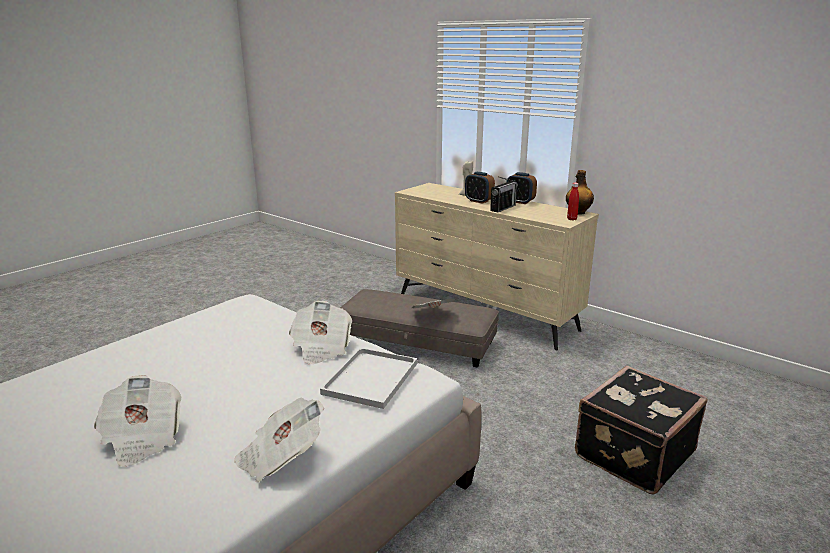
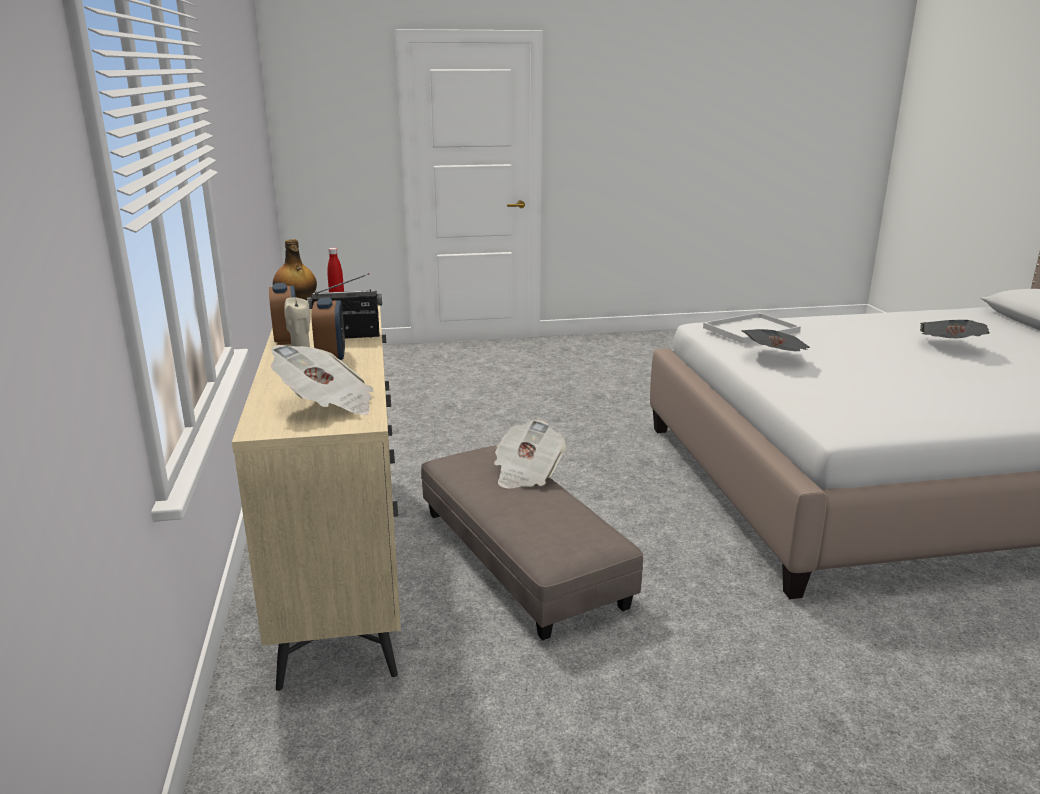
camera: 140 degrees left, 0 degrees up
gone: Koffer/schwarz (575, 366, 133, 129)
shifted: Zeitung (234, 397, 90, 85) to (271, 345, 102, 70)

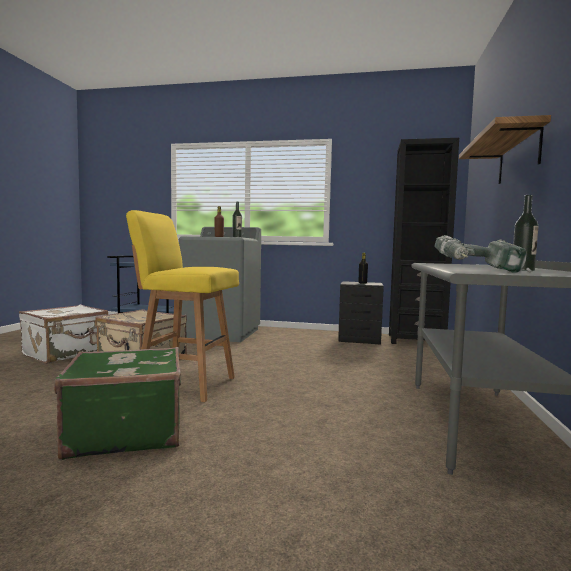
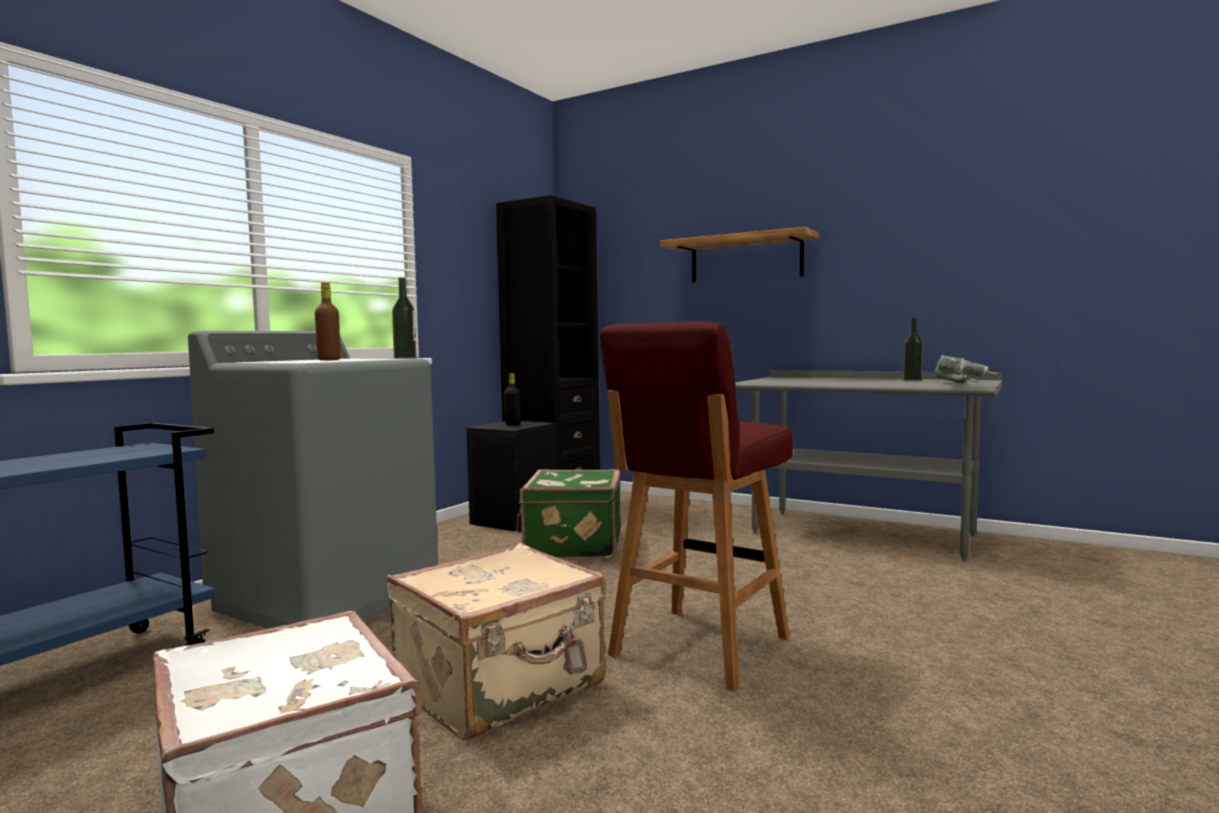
camera: 70 degrees left, 0 degrees up
shifted: Koffer/grün (54, 347, 127, 113) to (517, 469, 104, 91)
repainted: Hocker/gelb (126, 210, 113, 192) to Hocker/rot (599, 321, 194, 371)

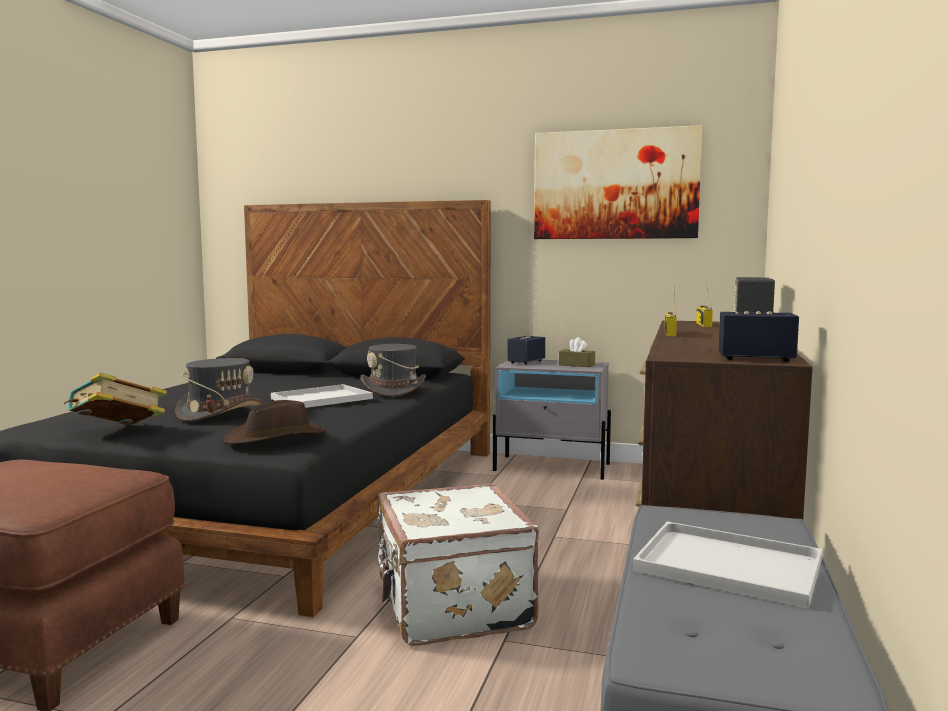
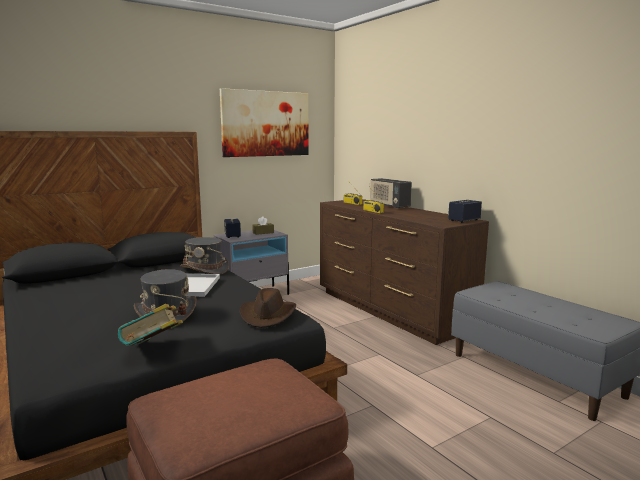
camera: 50 degrees left, 5 degrees up
gone: Koffer/weiß (375, 484, 164, 162); Tablett/weiß (633, 521, 189, 88)

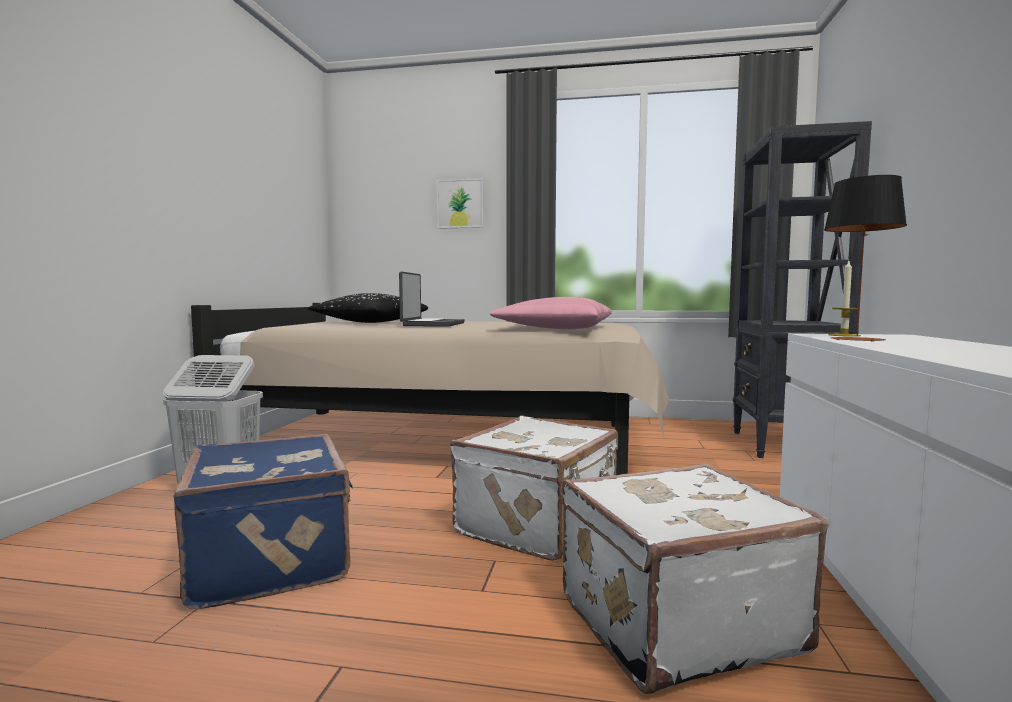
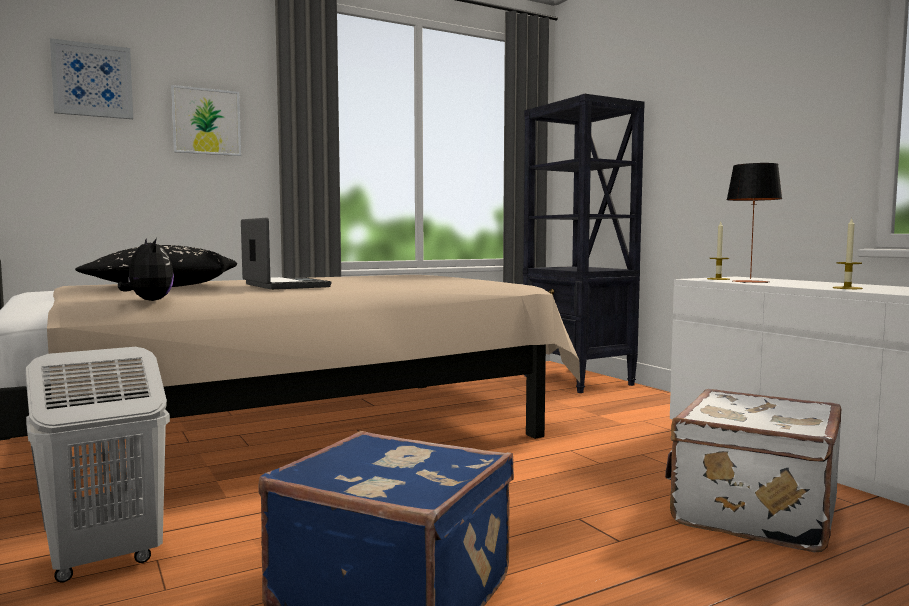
camera: 40 degrees left, 0 degrees up
gone: Koffer/weiß (450, 416, 168, 145); Kissen/rosa (490, 297, 122, 32)
new: Bild (50, 38, 83, 81); Plüschtier (118, 238, 56, 63); Kerze (833, 218, 30, 71)

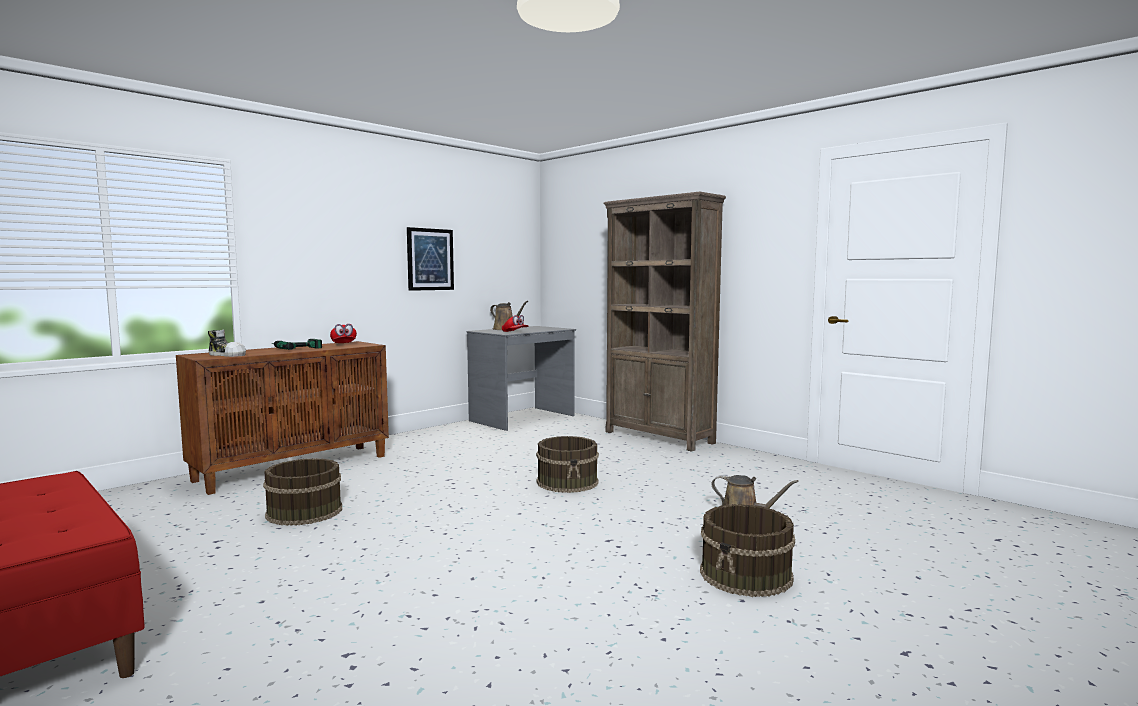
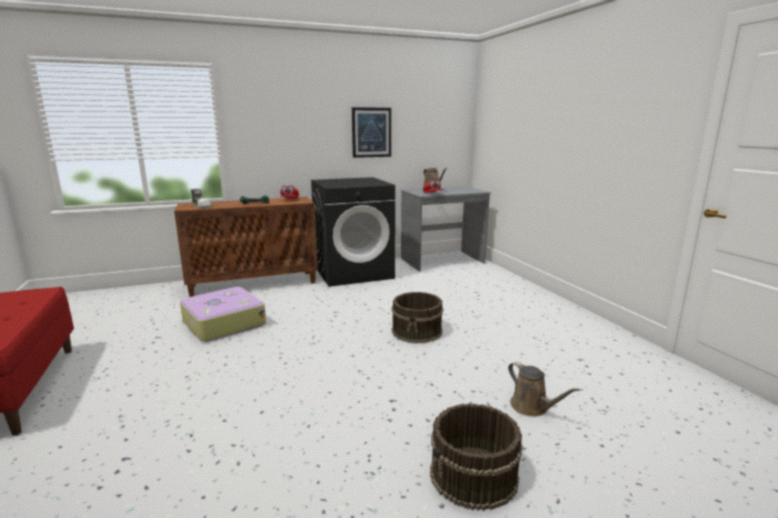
camera: 25 degrees right, 10 degrees up
gone: Bücherregal/braun (603, 192, 123, 260)
new: Waschmaschine/schwarz (311, 177, 84, 110)
swapped: Eimer/braun (263, 458, 79, 68) to Koffer (180, 287, 86, 55)

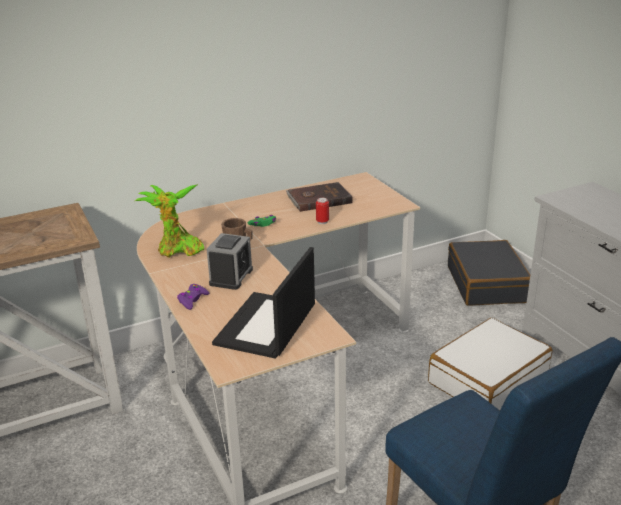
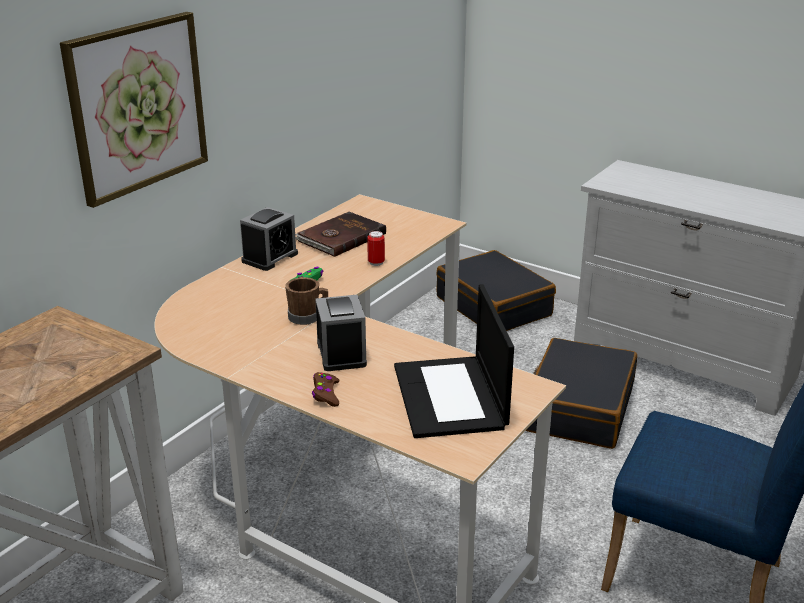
camera: 30 degrees left, 0 degrees up
gone: Topfpflanze (135, 184, 69, 74)
new: Bild (60, 12, 148, 196); Wecker (240, 207, 58, 64)
repainted: Gamepad/lila (177, 284, 32, 26) to Gamepad/braun (312, 372, 28, 35); Koffer/weiß (428, 318, 124, 92) to Koffer/schwarz (526, 338, 111, 111)

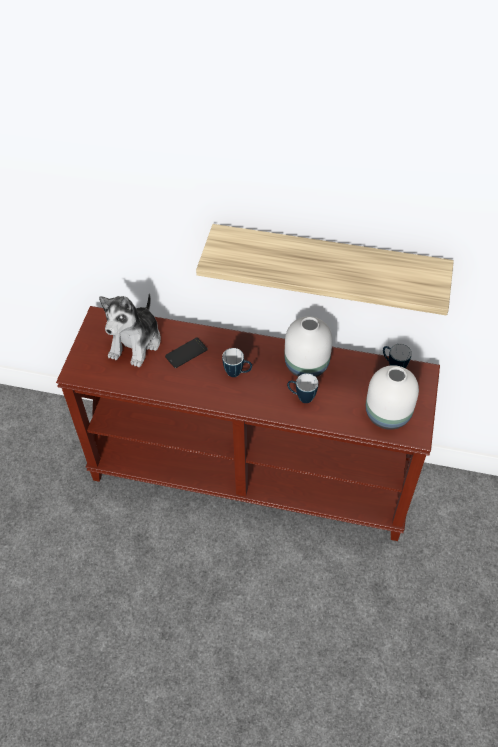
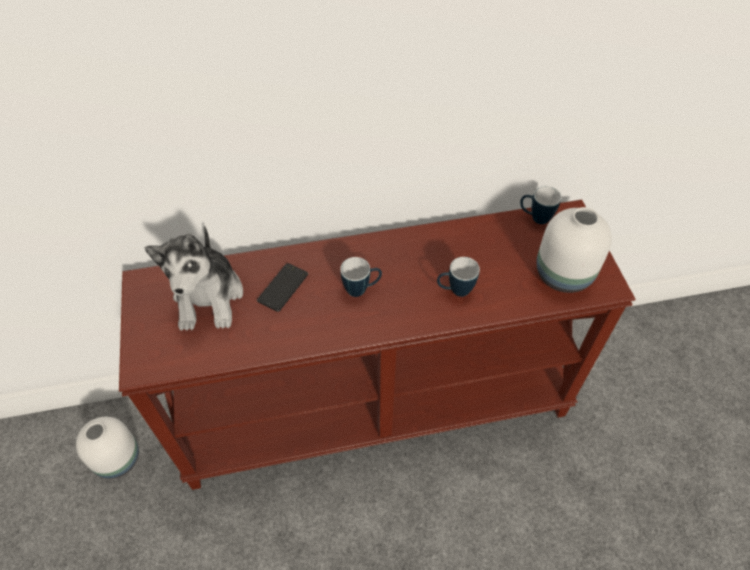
camera: 25 degrees left, 0 degrees up
gone: Wandregal (196, 224, 258, 91)
shifted: Vase/weiß (285, 317, 48, 60) to (76, 417, 63, 62)

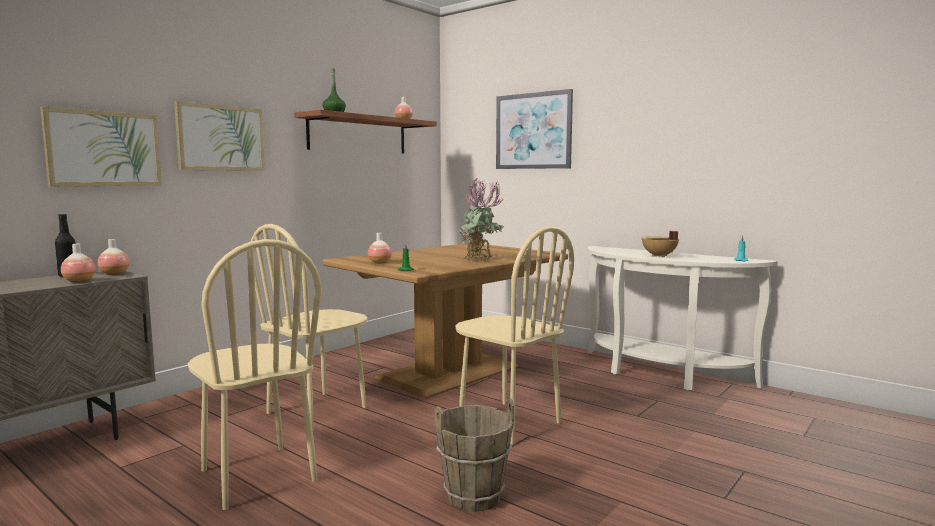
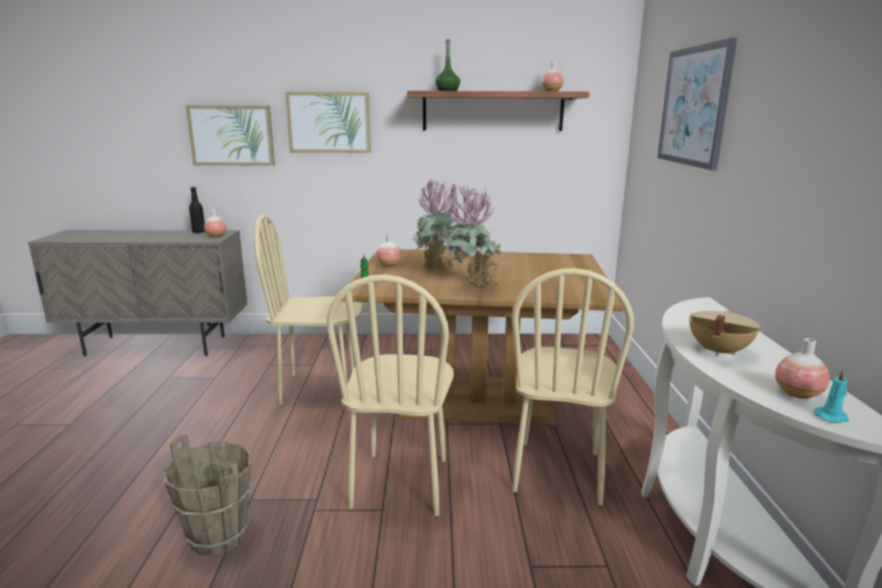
camera: 50 degrees right, 10 degrees up
new: Topfpflanze (412, 179, 51, 92)
shifted: Vase (61, 244, 35, 39) to (775, 338, 54, 61); Stuhl/beige (188, 239, 134, 271) to (512, 268, 122, 237)

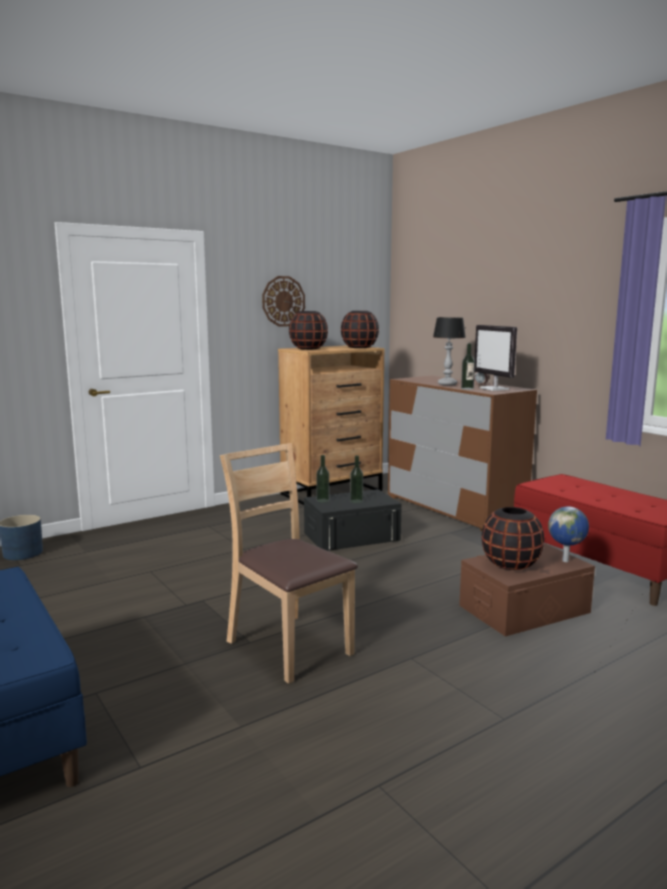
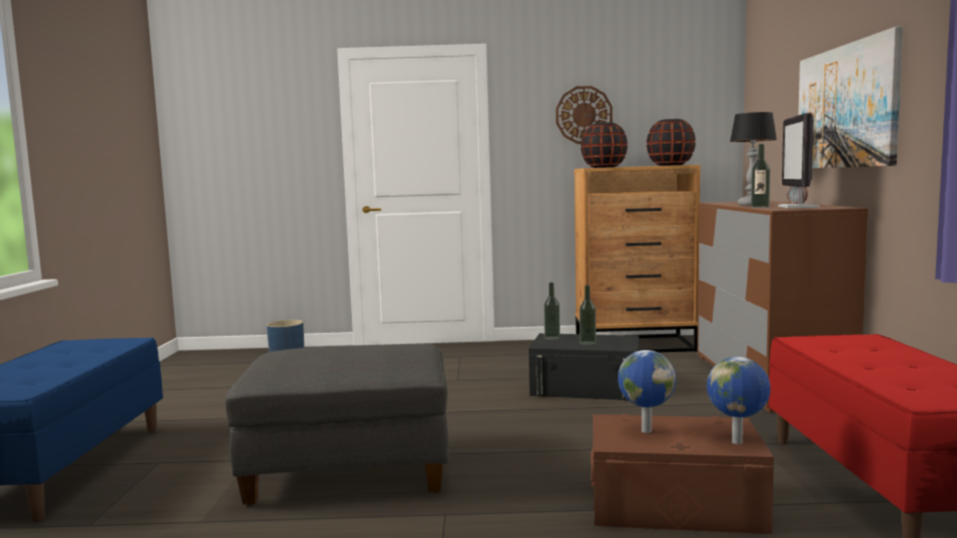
camera: 35 degrees right, 5 degrees down
new: Bild (798, 26, 105, 142)
swapped: Stuhl/braun (220, 443, 138, 241) to Polsterhocker/grau (225, 344, 223, 161); Vase/schwarz (481, 507, 63, 63) to Globus (618, 350, 58, 83)

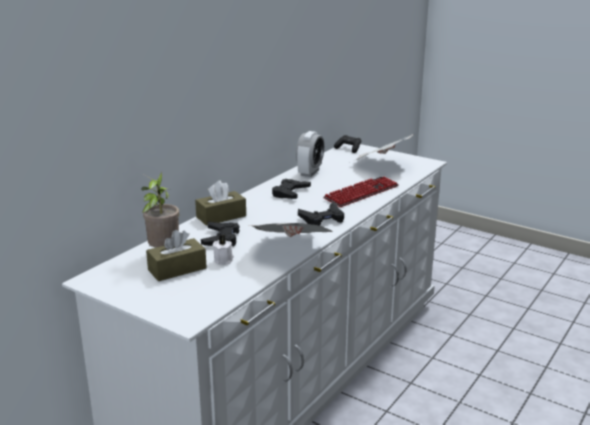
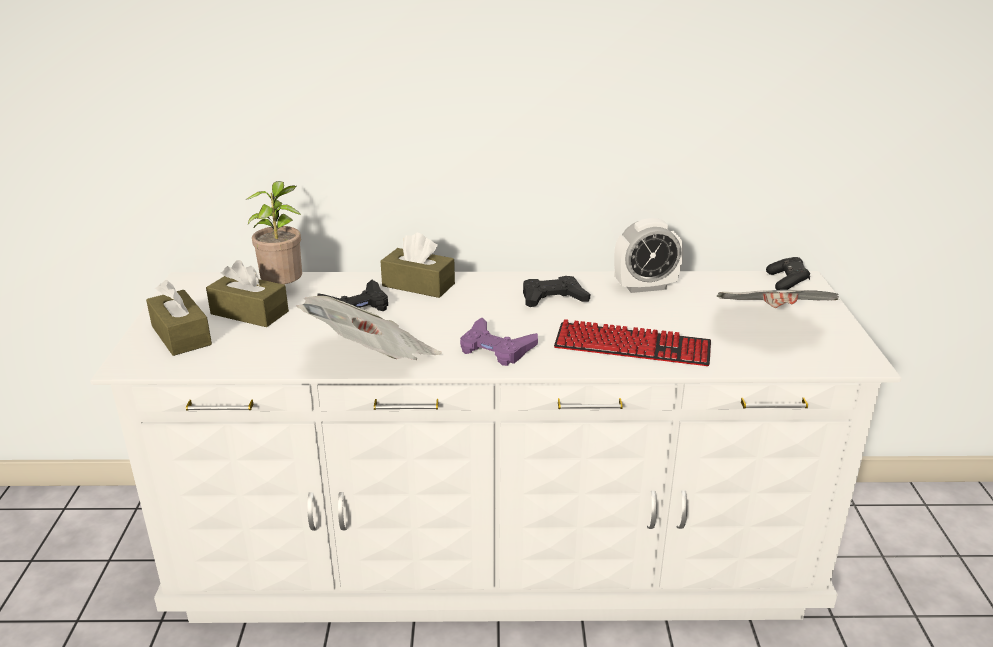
camera: 55 degrees right, 5 degrees up
gone: Kerze/weiß (213, 235, 21, 30)
new: Taschentuchbox/braun (146, 280, 66, 76)
repainted: Gamepad/schwarz (298, 203, 46, 23) to Gamepad/lila (460, 318, 78, 48)

